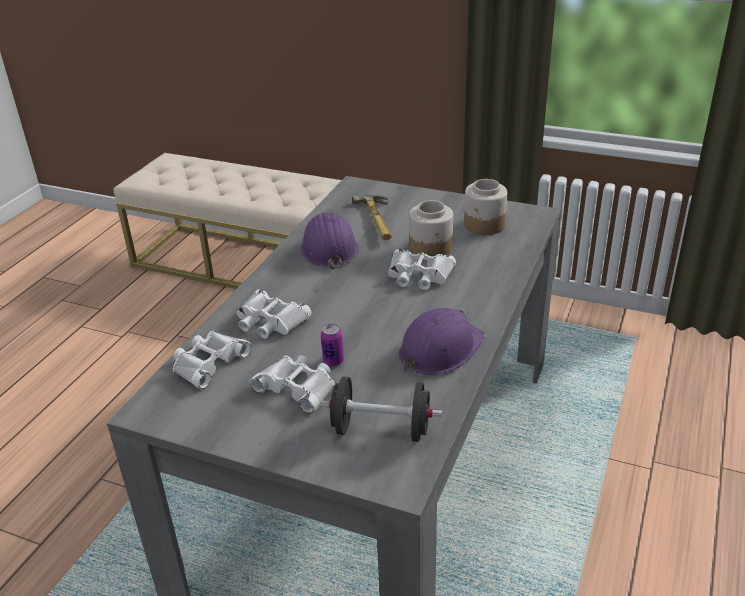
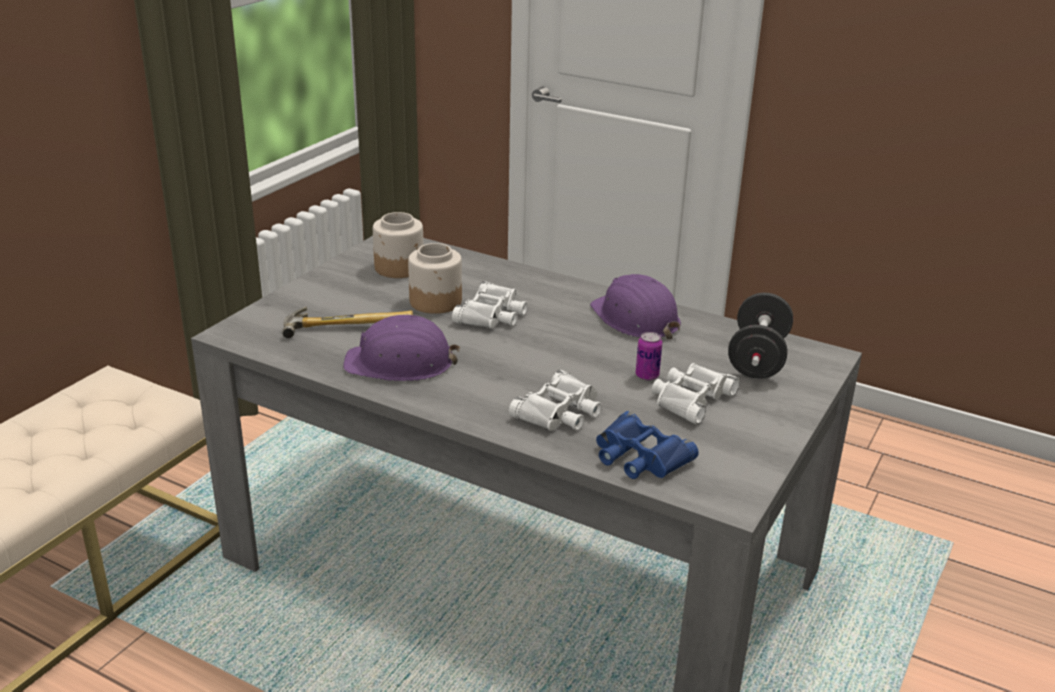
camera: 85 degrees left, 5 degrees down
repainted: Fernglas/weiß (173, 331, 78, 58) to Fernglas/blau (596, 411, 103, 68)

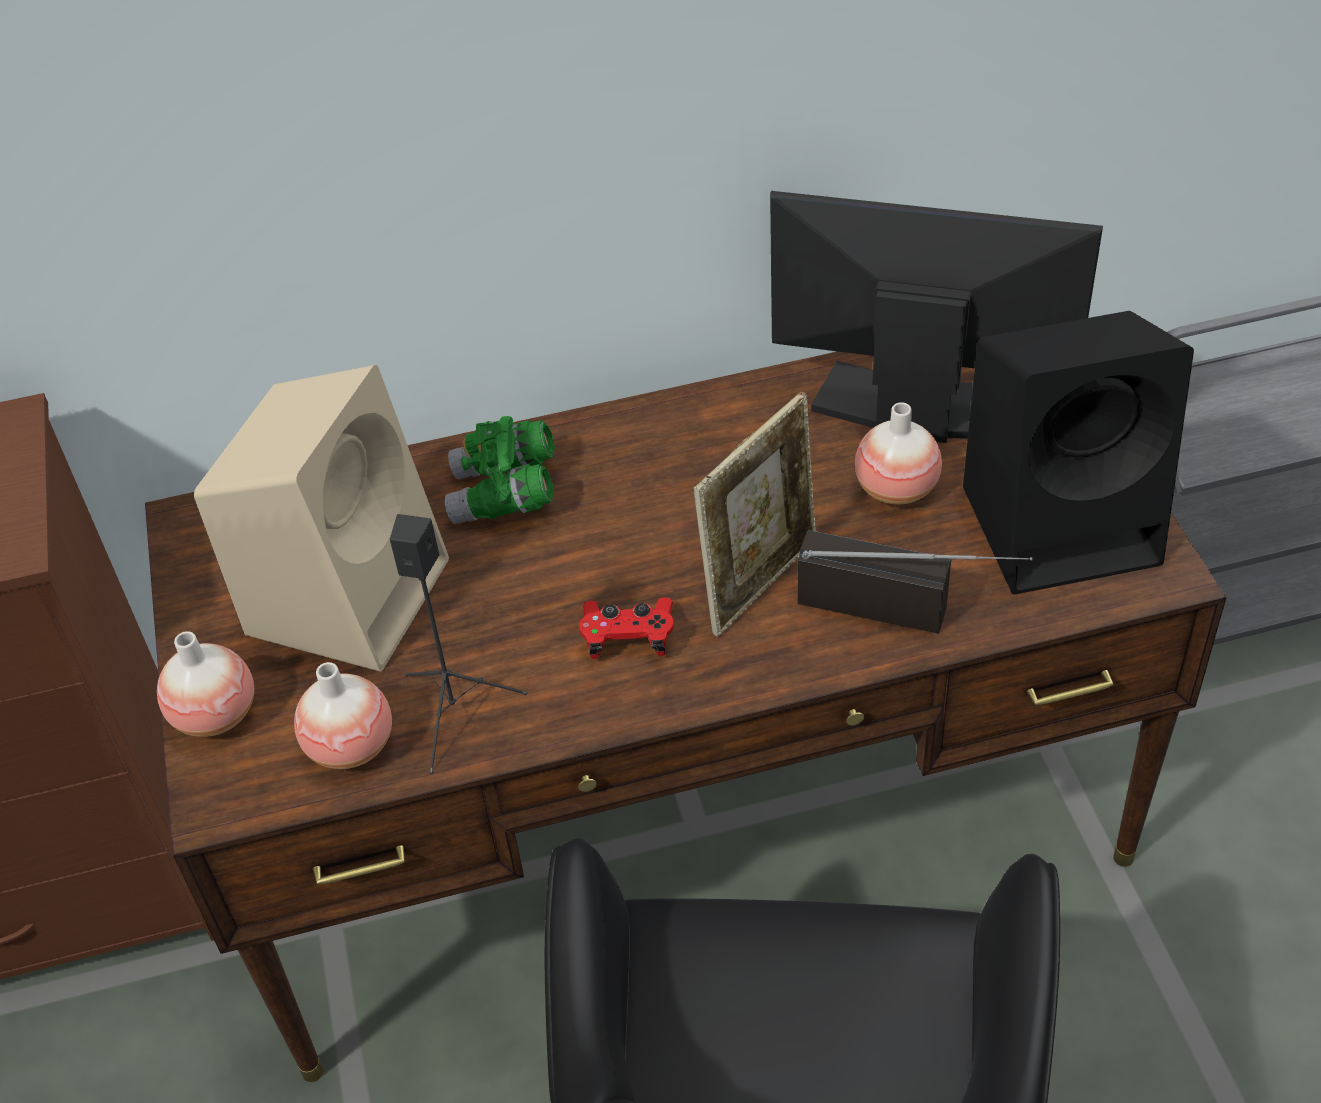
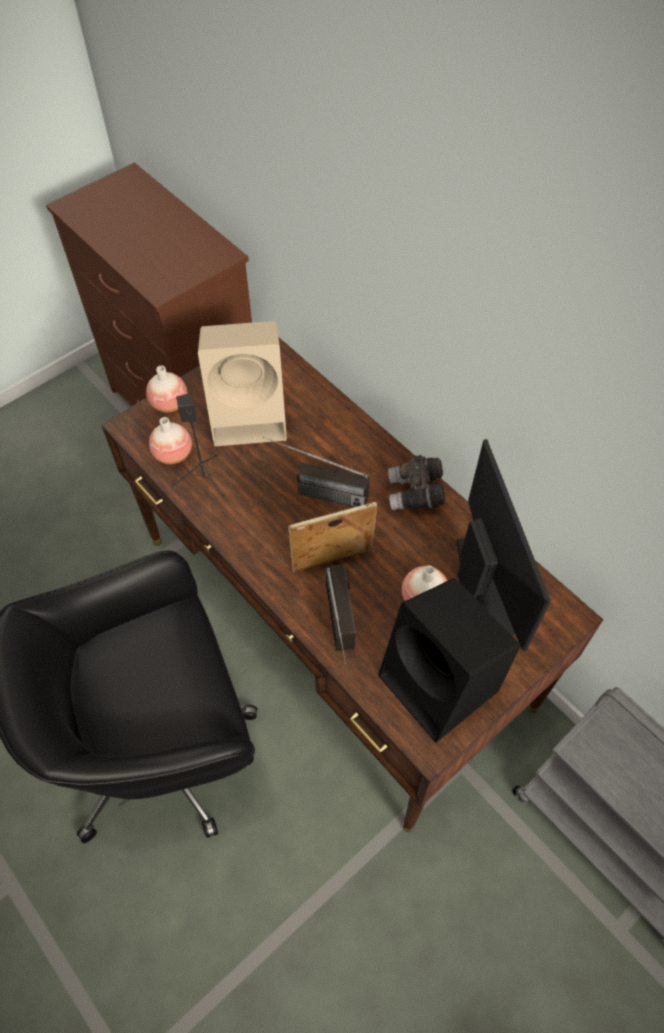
camera: 60 degrees right, 10 degrees up
gone: Fernglas/grün (445, 416, 110, 108); Gamepad/rot (579, 597, 95, 62)
new: Radio (263, 436, 107, 72); Fernglas/grau (388, 455, 57, 55)
rotated: Bilderrahmen (694, 392, 122, 245) = (288, 502, 89, 70) 150 degrees clockwise

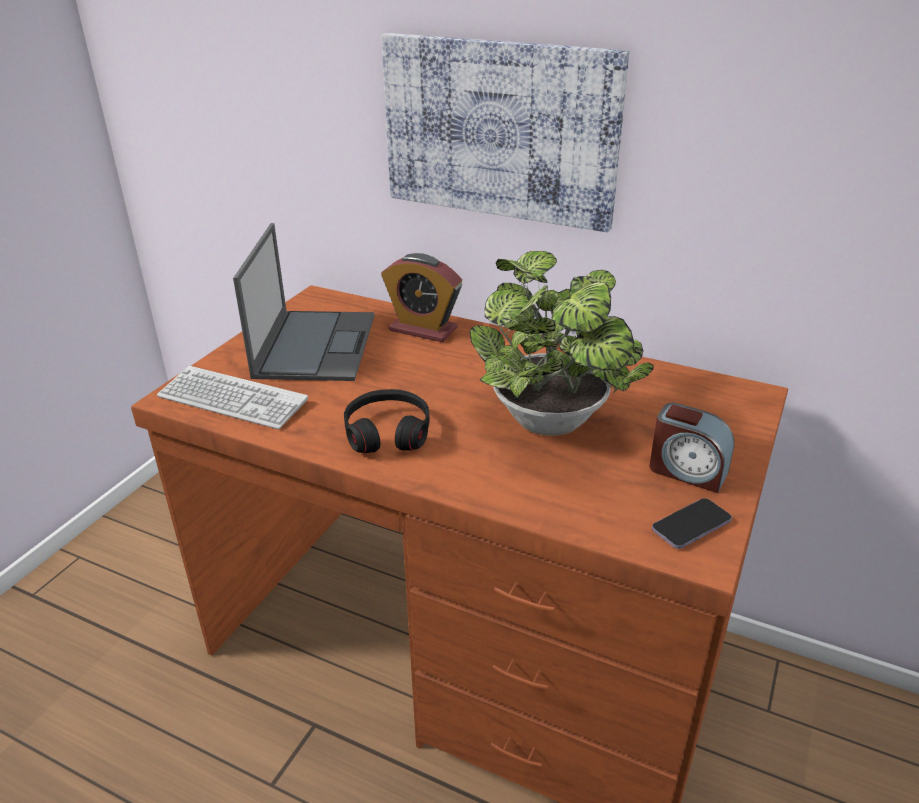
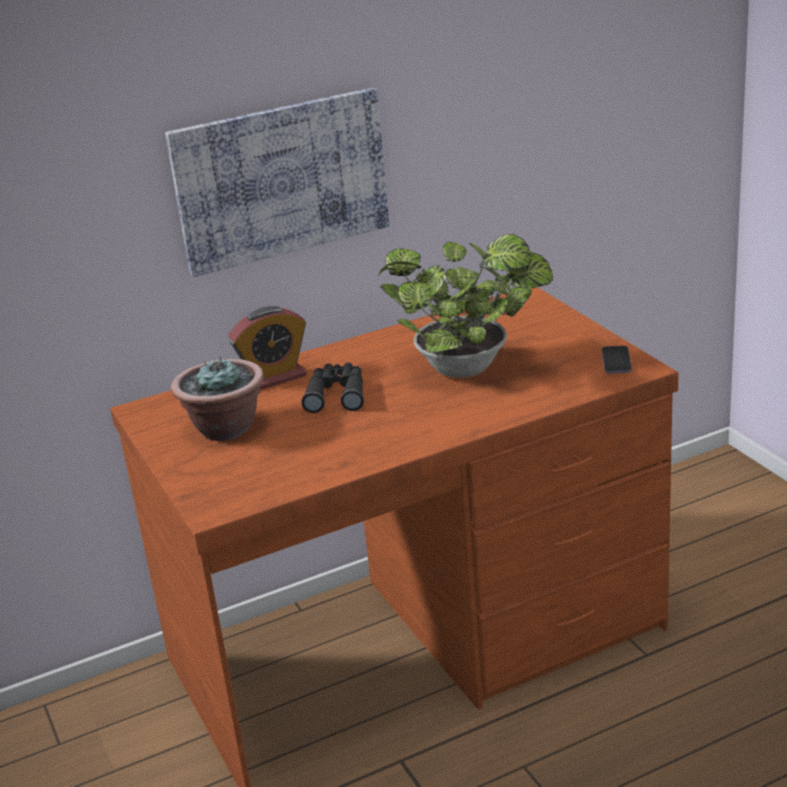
camera: 50 degrees left, 5 degrees down
gone: Tastatur (157, 366, 151, 63); Kopfhörer/schwarz (344, 389, 85, 64); Wecker (649, 403, 85, 90)
new: Fernglas/schwarz (302, 362, 62, 51)
swapped: Laptop (233, 223, 142, 158) to Topfpflanze (171, 357, 93, 84)

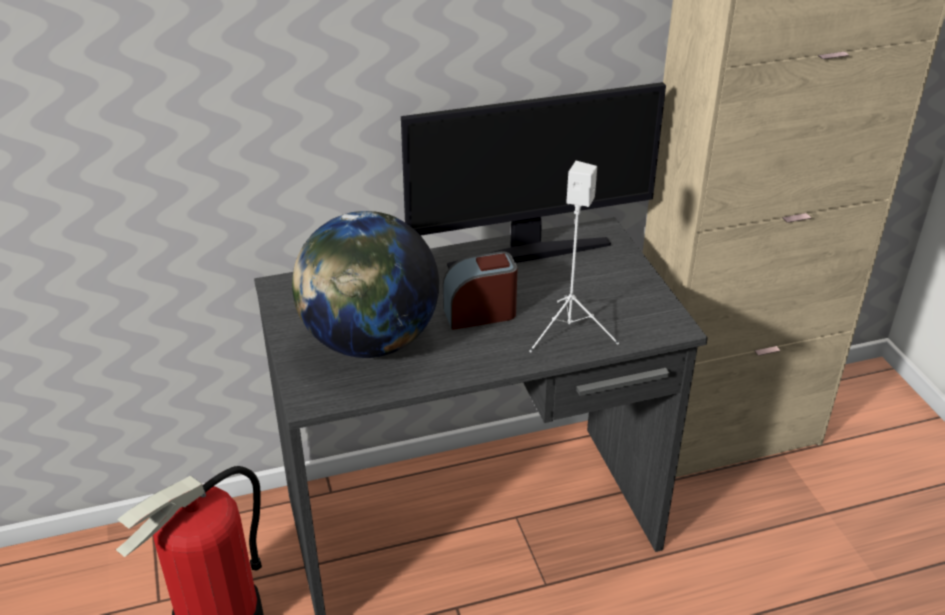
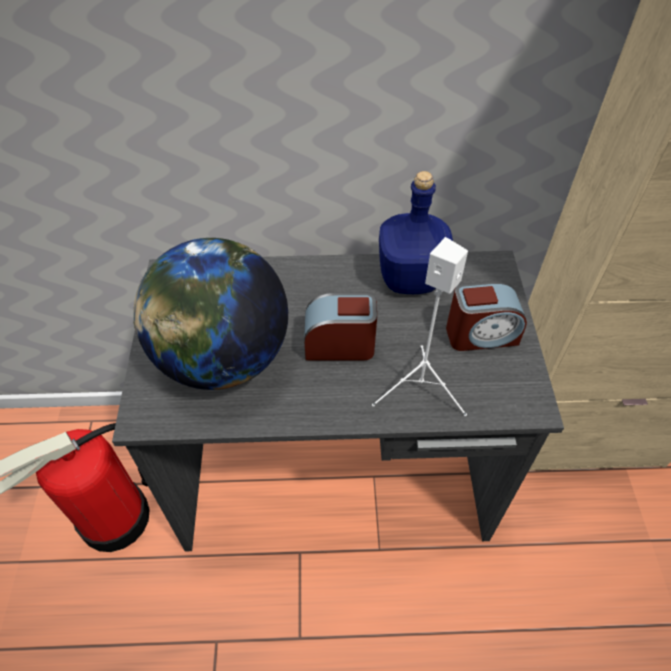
camera: 15 degrees right, 15 degrees up
new: Wecker (446, 281, 81, 70)
swapped: Monitor (401, 82, 265, 186) to Flasche/blau (379, 171, 74, 123)

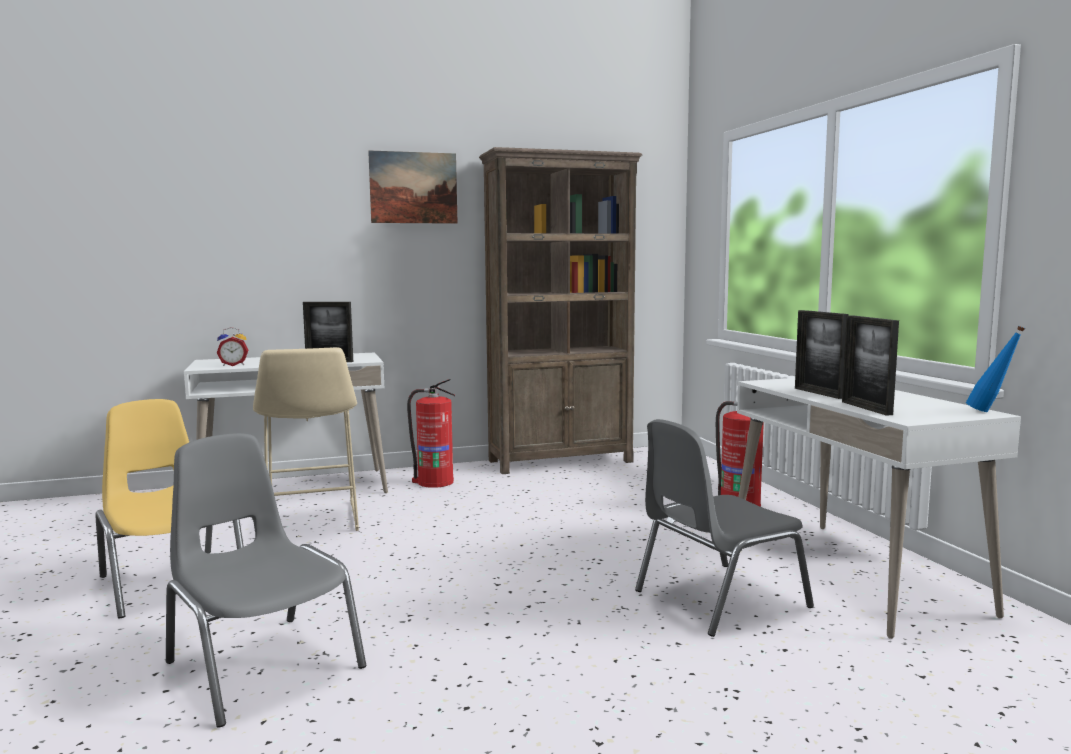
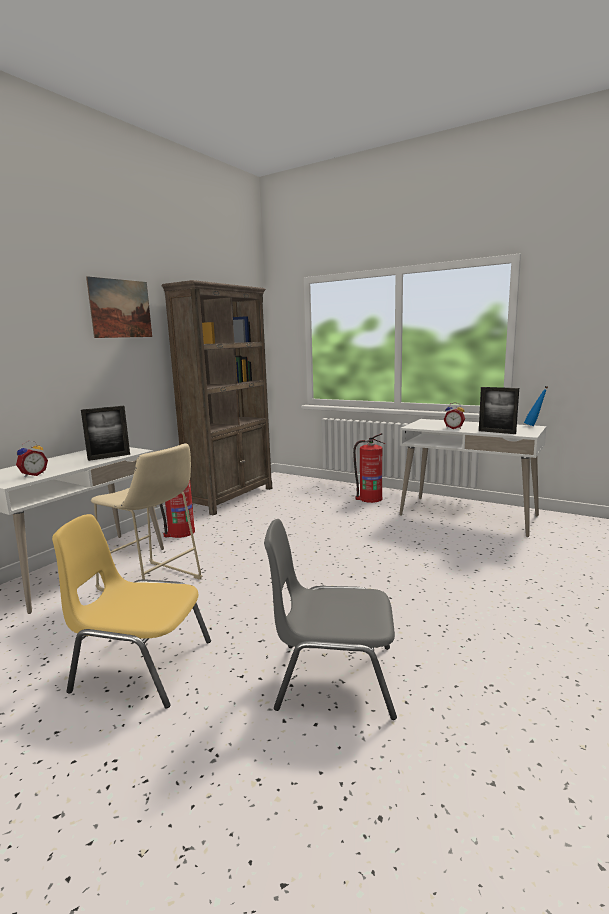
camera: 40 degrees left, 5 degrees up
gone: Stuhl/grau (635, 419, 179, 218)
swapped: Bilderrahmen (795, 310, 54, 89) to Wecker (444, 402, 21, 27)

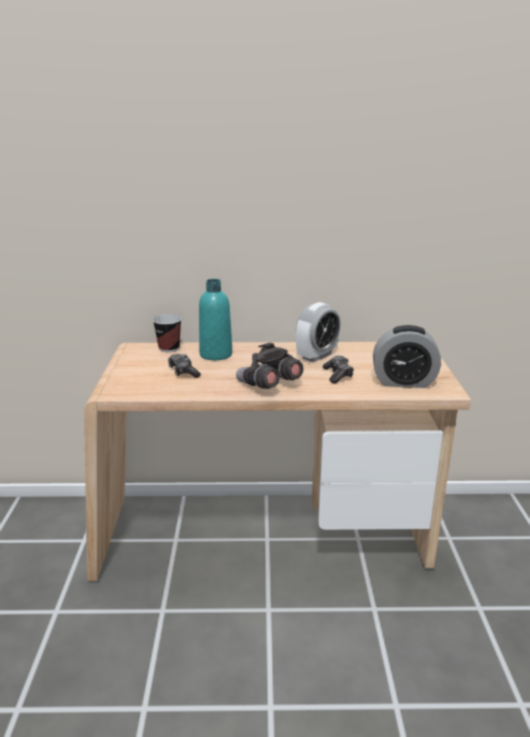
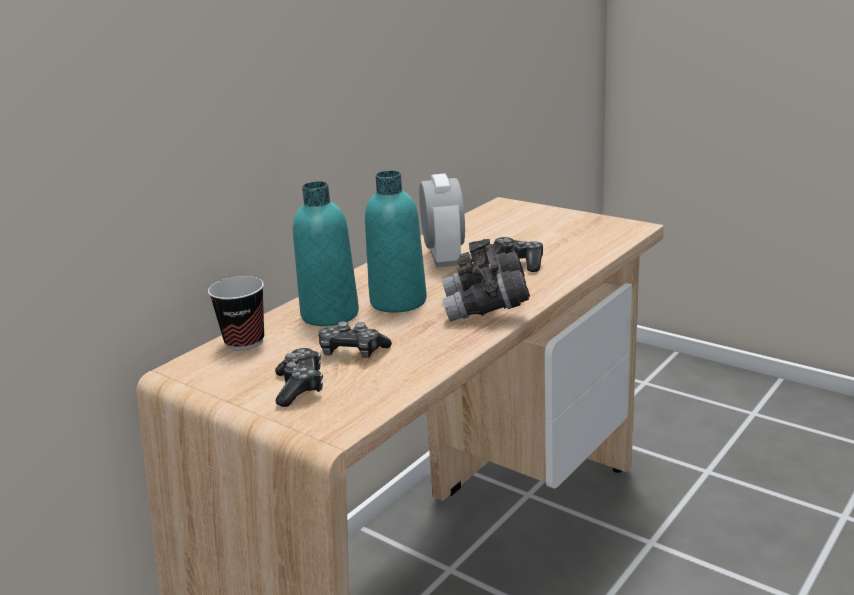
camera: 50 degrees left, 0 degrees up
gone: Wecker (373, 325, 68, 63)
new: Gamepad (275, 348, 48, 59); Flasche/türkis (365, 171, 62, 142)

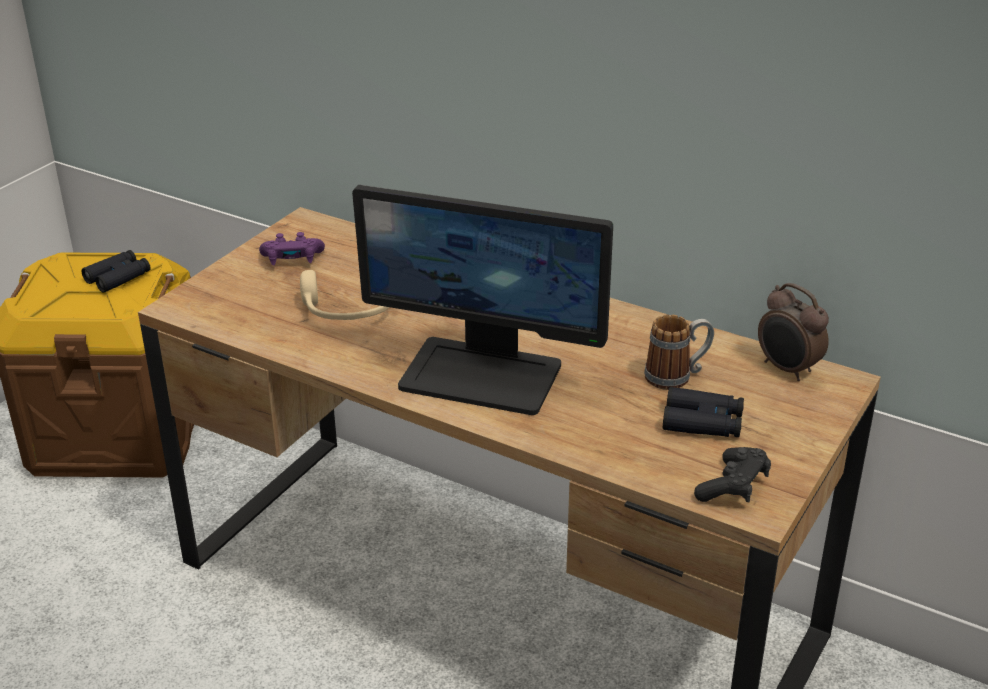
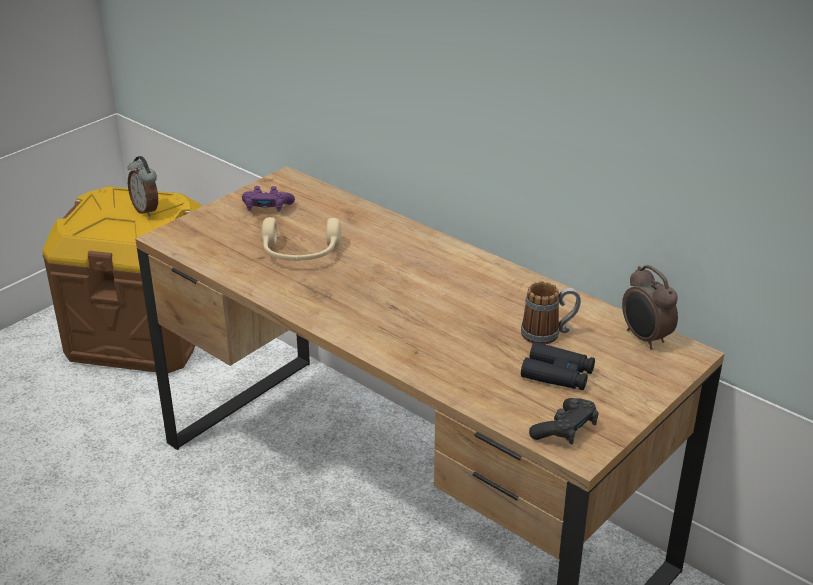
camera: 10 degrees right, 0 degrees up
gone: Monitor (352, 185, 261, 230)
swapped: Fernglas/schwarz (81, 250, 70, 43) to Wecker (128, 156, 30, 61)

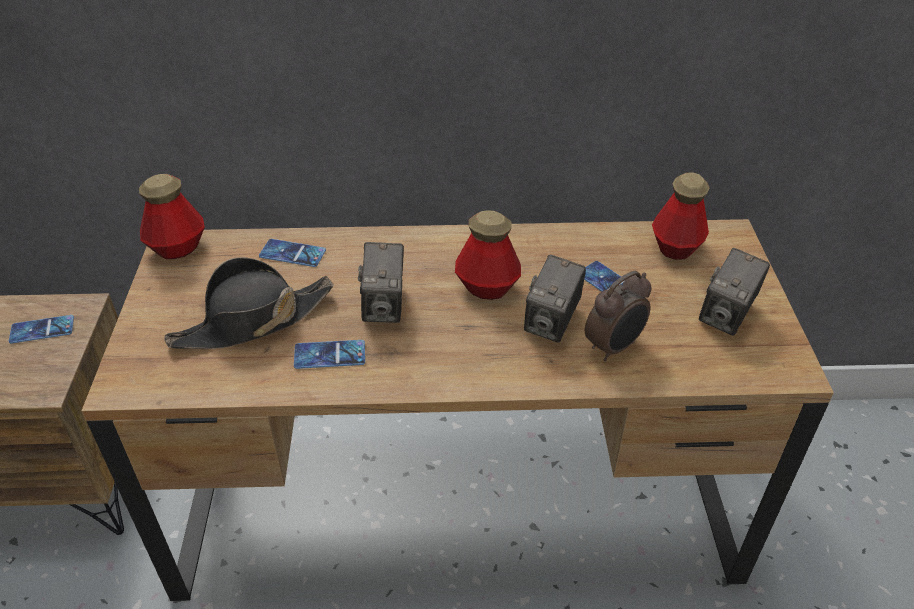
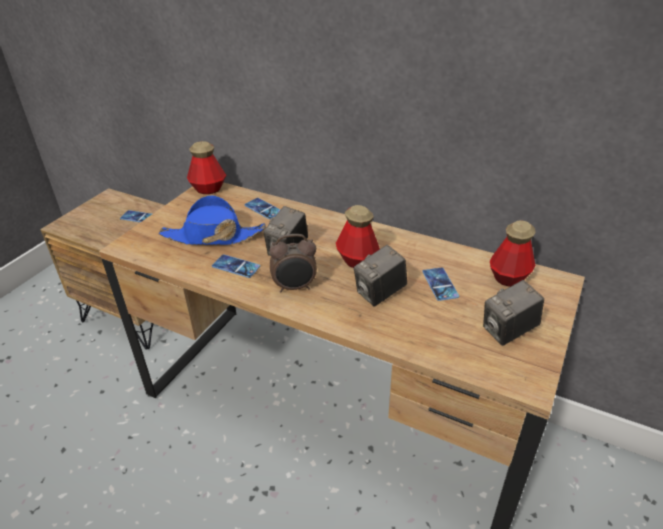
camera: 30 degrees right, 5 degrees down
shifted: Wecker (585, 271, 67, 90) to (269, 234, 48, 58)
repainted: Hut/schwarz (164, 257, 169, 92) to Hut/blau (159, 195, 107, 50)

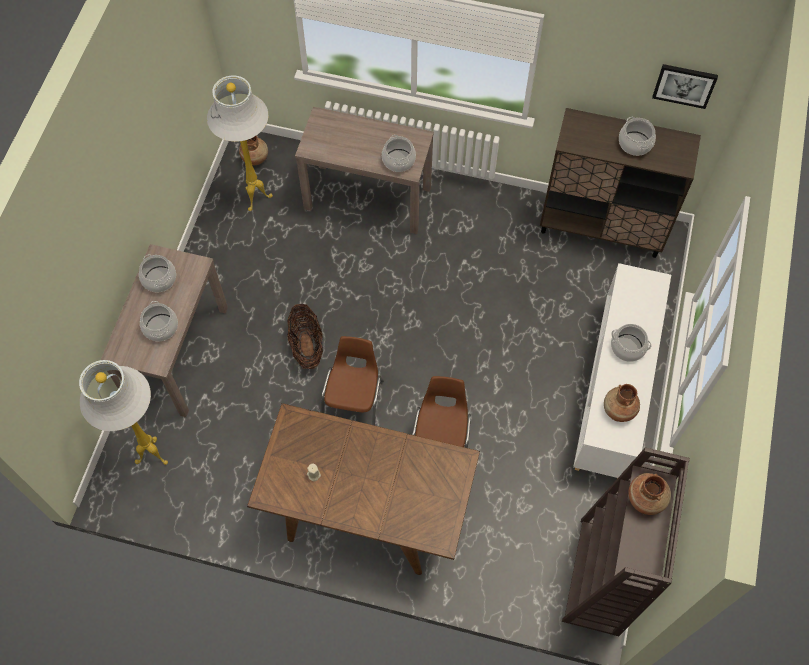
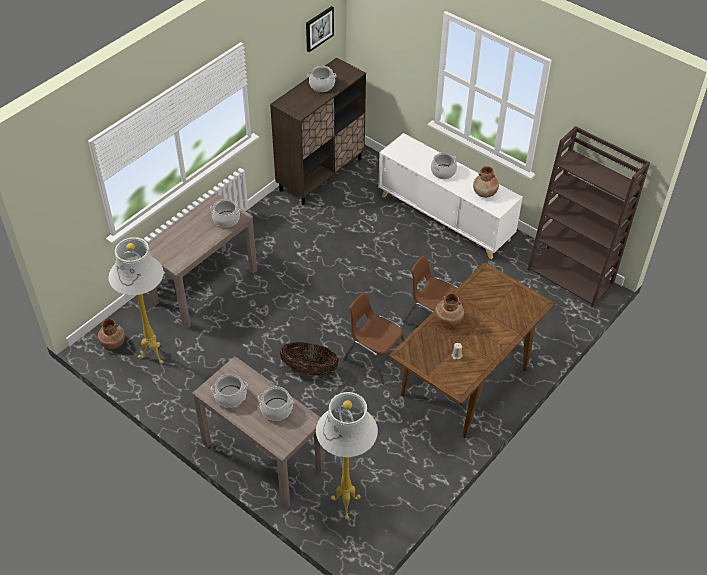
camera: 65 degrees left, 15 degrees down
shifted: Vase/braun (629, 473, 42, 42) to (435, 293, 29, 34)

